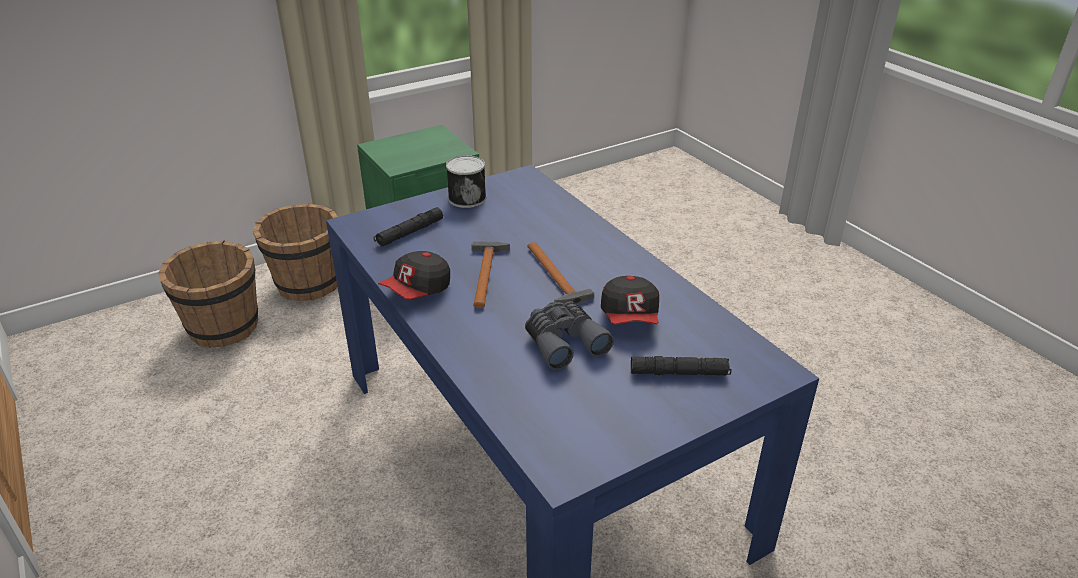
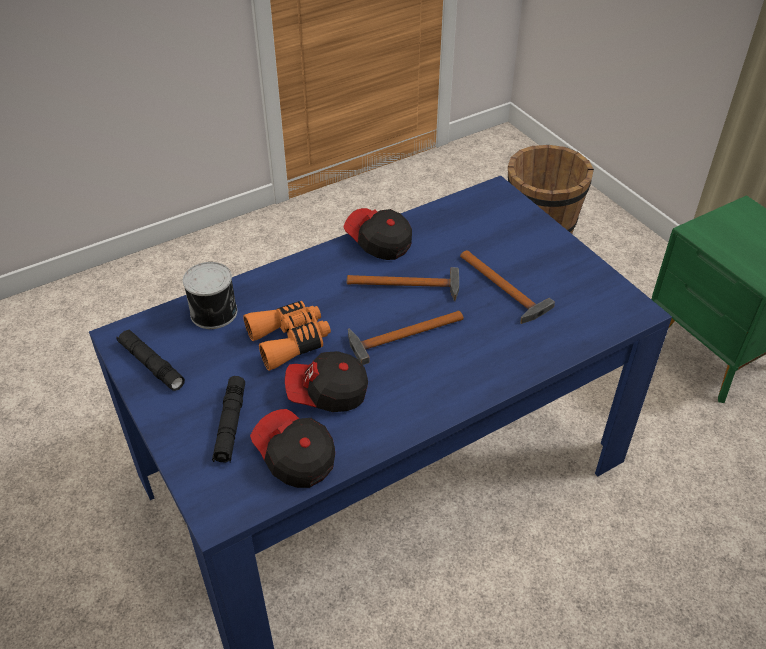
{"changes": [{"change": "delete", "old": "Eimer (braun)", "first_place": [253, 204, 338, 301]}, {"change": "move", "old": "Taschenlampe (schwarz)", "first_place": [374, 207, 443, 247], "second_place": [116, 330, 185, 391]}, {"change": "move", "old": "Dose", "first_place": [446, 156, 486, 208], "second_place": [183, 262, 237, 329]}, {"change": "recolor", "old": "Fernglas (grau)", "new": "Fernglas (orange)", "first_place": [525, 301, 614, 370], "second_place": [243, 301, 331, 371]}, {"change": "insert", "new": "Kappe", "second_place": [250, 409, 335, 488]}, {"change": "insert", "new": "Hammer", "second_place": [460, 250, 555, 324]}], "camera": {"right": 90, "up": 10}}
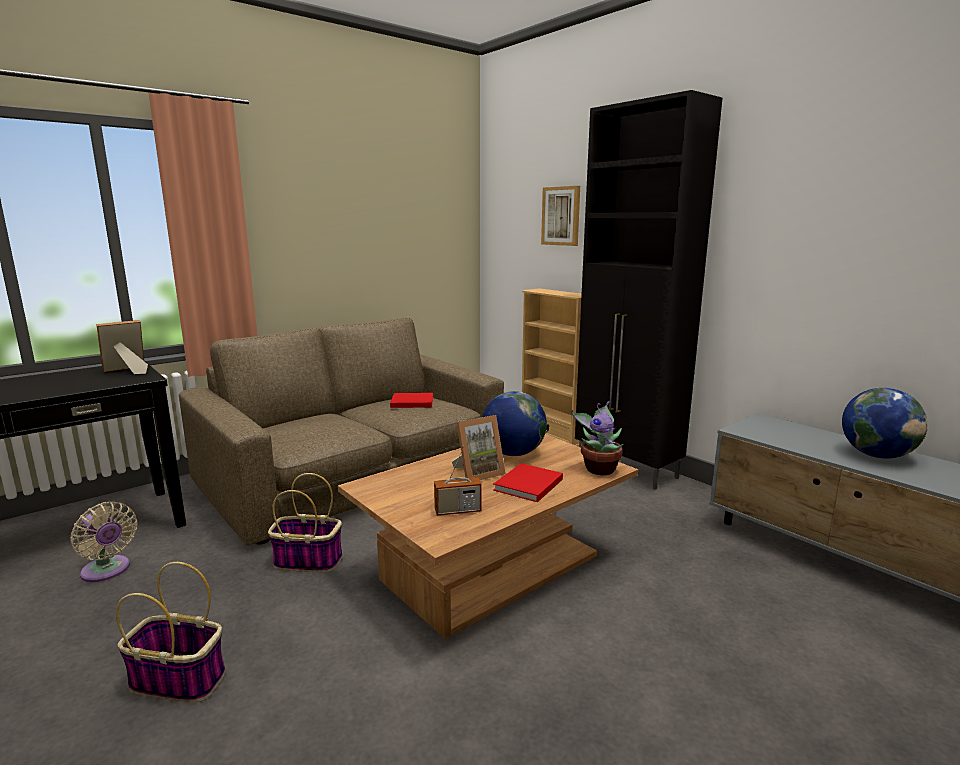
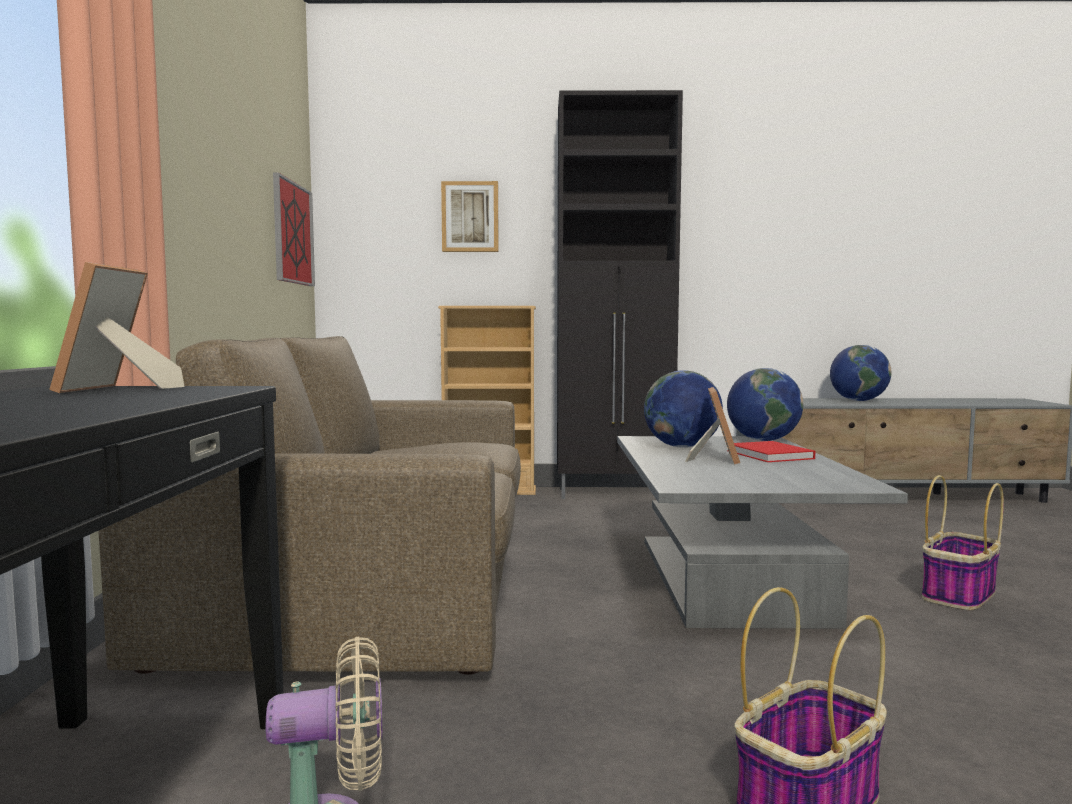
{"changes": [{"change": "move", "old": "Korb", "first_place": [268, 473, 342, 572], "second_place": [922, 475, 1004, 610]}, {"change": "recolor", "old": "Couchtisch (braun)", "new": "Couchtisch (grau)", "first_place": [338, 434, 638, 639], "second_place": [617, 436, 908, 629]}, {"change": "delete", "old": "Buch (rot)", "first_place": [390, 393, 433, 408]}, {"change": "delete", "old": "Radio", "first_place": [434, 445, 481, 516]}, {"change": "replace", "old": "Topfpflanze", "new": "Globus", "first_place": [571, 401, 623, 475], "second_place": [727, 368, 803, 441]}, {"change": "insert", "new": "Bild", "second_place": [273, 172, 315, 286]}], "camera": {"right": -50, "up": -10}}
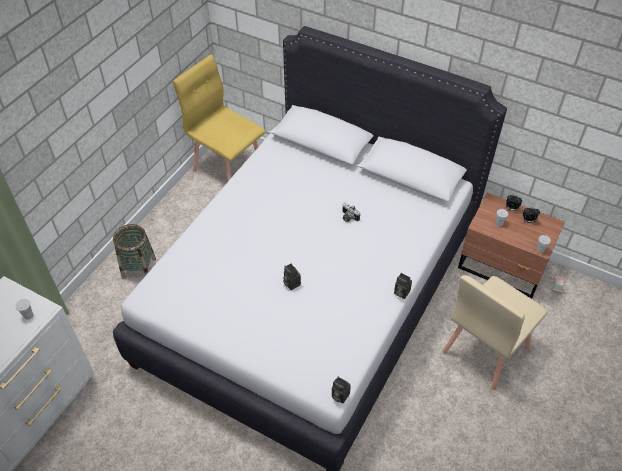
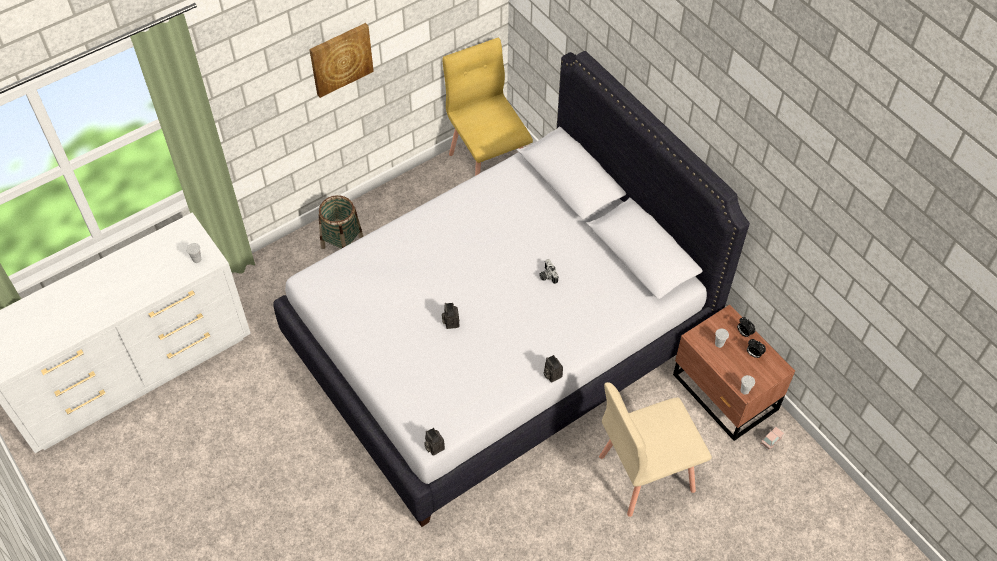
{"changes": [{"change": "insert", "new": "Bild", "second_place": [309, 23, 374, 98]}], "camera": {"right": 25, "up": 5}}
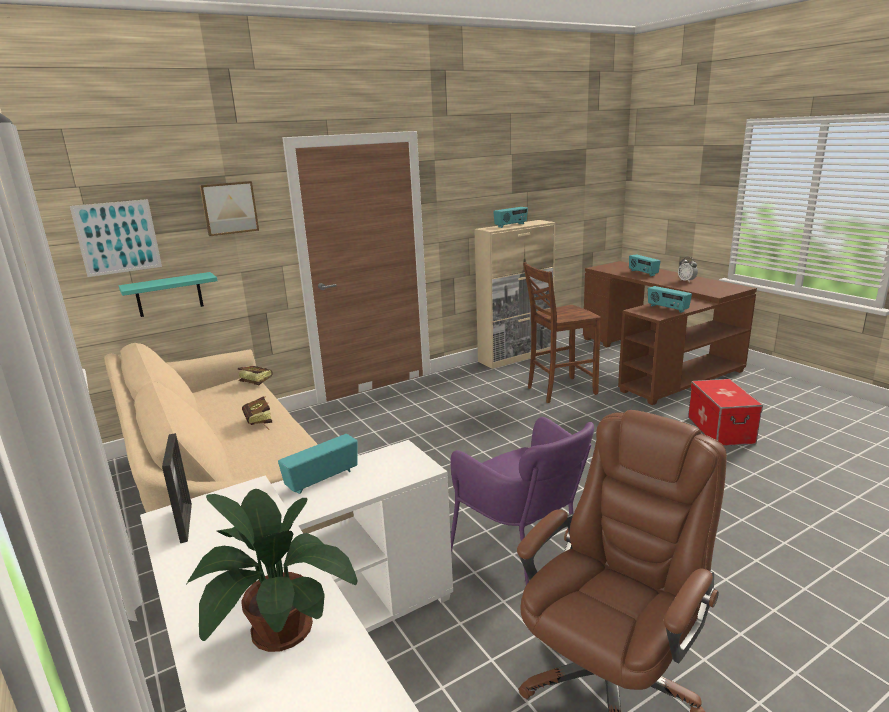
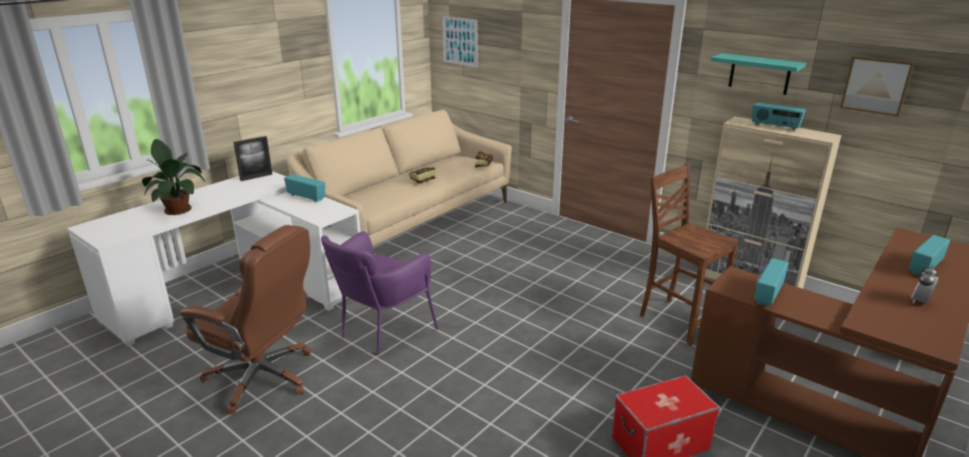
{"changes": [{"change": "move", "old": "Wandregal (türkis)", "first_place": [119, 272, 218, 317], "second_place": [711, 53, 806, 95]}, {"change": "move", "old": "Bild", "first_place": [199, 181, 259, 236], "second_place": [840, 56, 914, 117]}], "camera": {"right": 70, "up": 5}}
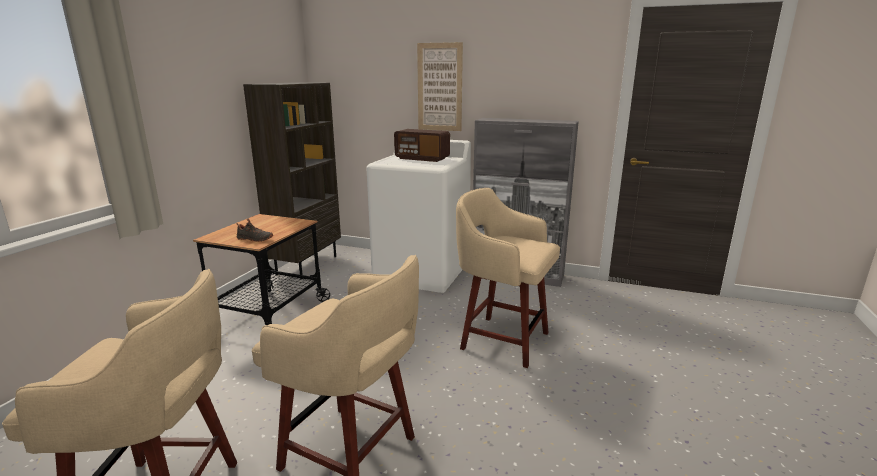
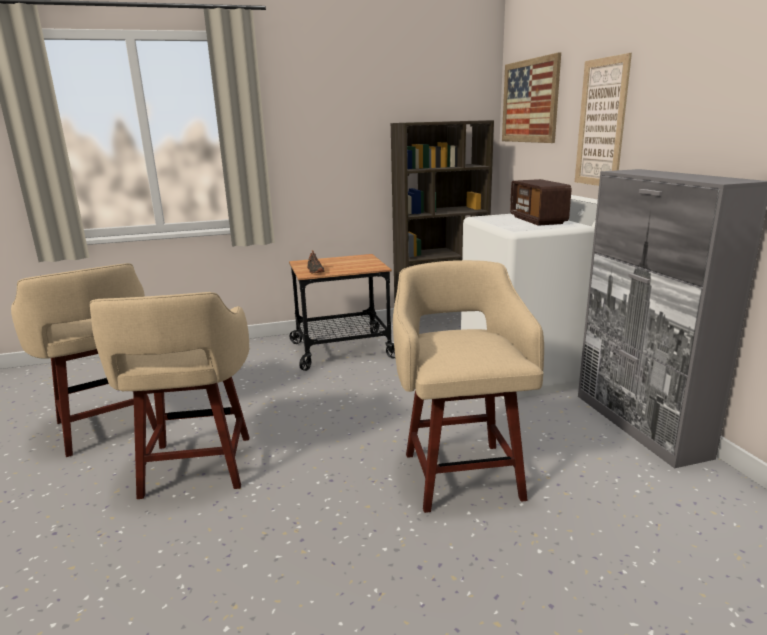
{"changes": [{"change": "insert", "new": "Bild", "second_place": [502, 53, 561, 143]}], "camera": {"right": 55, "up": 0}}
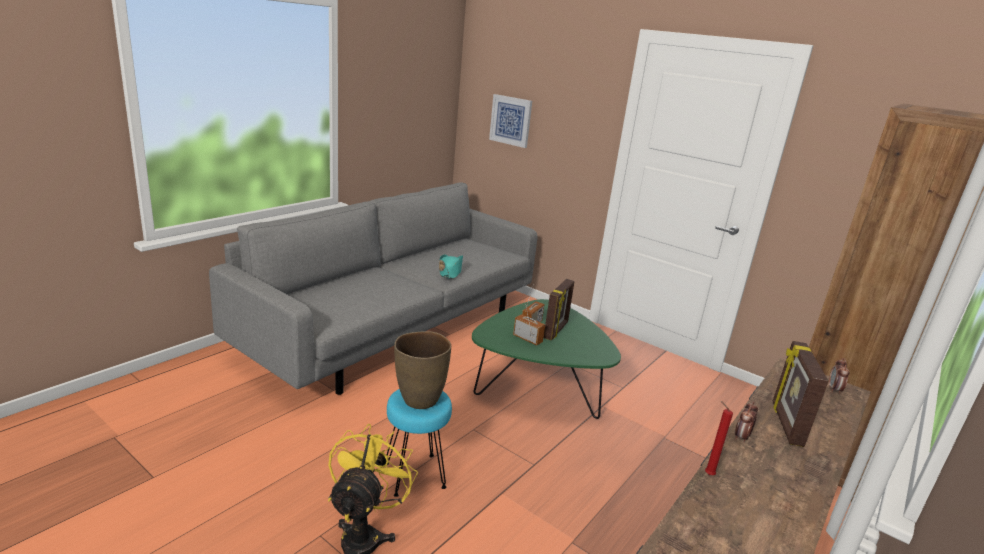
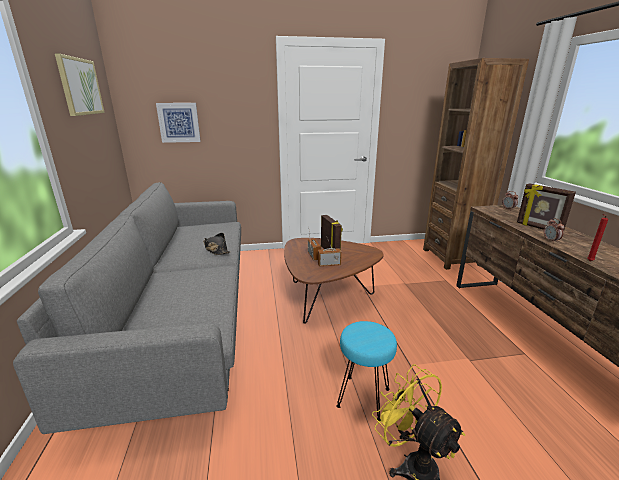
{"changes": [{"change": "delete", "old": "Vase (braun)", "first_place": [394, 331, 451, 409]}, {"change": "recolor", "old": "Hut (türkis)", "new": "Hut (schwarz)", "first_place": [439, 255, 463, 279], "second_place": [203, 233, 230, 255]}, {"change": "recolor", "old": "Couchtisch (grün)", "new": "Couchtisch (braun)", "first_place": [472, 299, 621, 419], "second_place": [284, 238, 384, 324]}, {"change": "insert", "new": "Bild", "second_place": [55, 53, 105, 116]}], "camera": {"right": -45, "up": 0}}
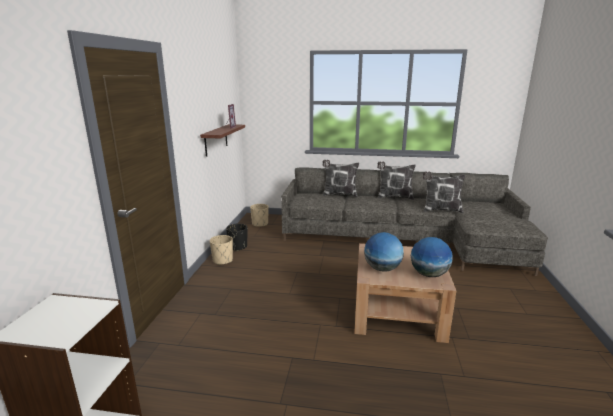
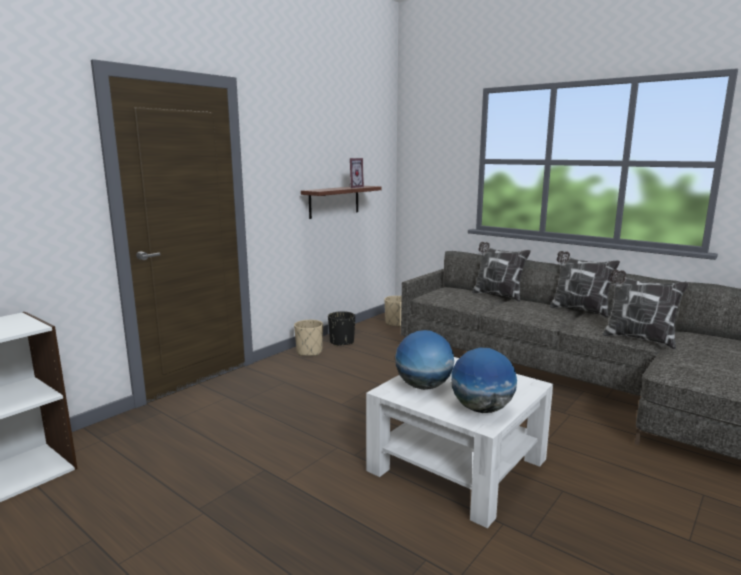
{"changes": [{"change": "recolor", "old": "Couchtisch (braun)", "new": "Couchtisch (weiß)", "first_place": [354, 243, 456, 343], "second_place": [366, 357, 553, 528]}], "camera": {"right": 30, "up": -5}}
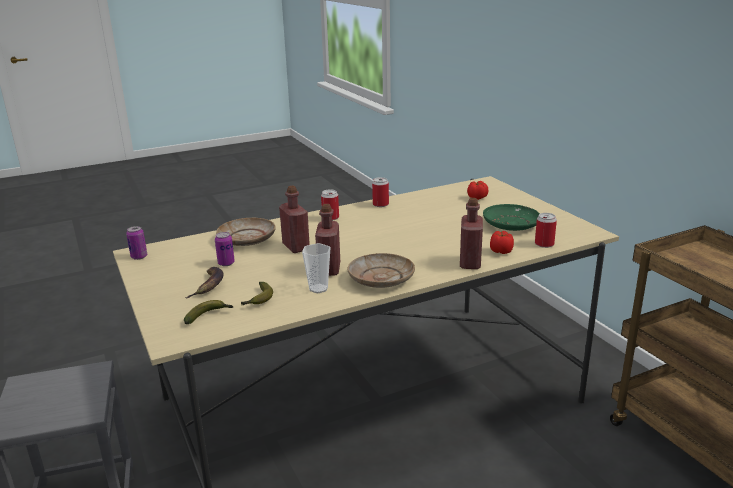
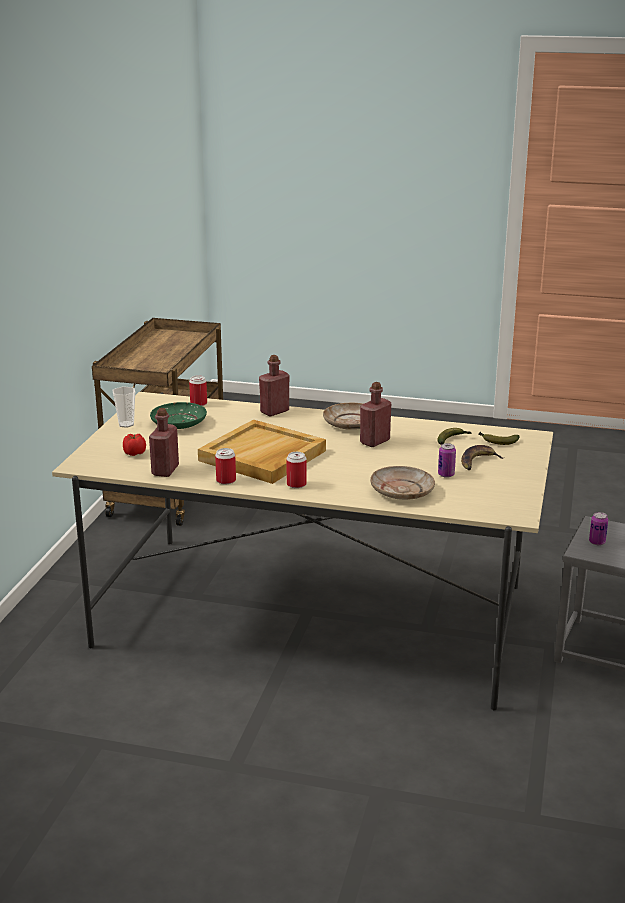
{"changes": [{"change": "move", "old": "Dose", "first_place": [126, 226, 147, 260], "second_place": [589, 512, 608, 545]}, {"change": "move", "old": "Flasche (rot)", "first_place": [279, 185, 310, 253], "second_place": [149, 408, 179, 477]}, {"change": "move", "old": "Tasse", "first_place": [302, 243, 331, 293], "second_place": [112, 386, 135, 428]}, {"change": "delete", "old": "Tomate", "first_place": [490, 231, 514, 254]}, {"change": "insert", "new": "Tablett (beige)", "second_place": [198, 419, 326, 484]}], "camera": {"right": -140, "up": 0}}
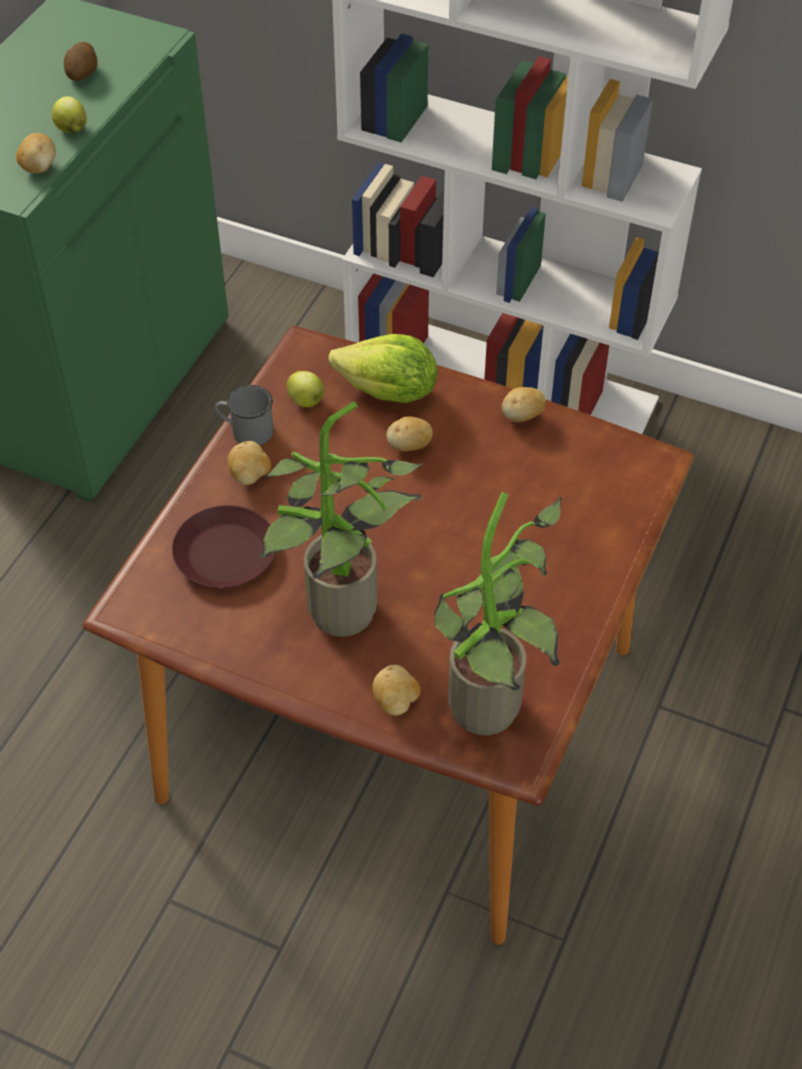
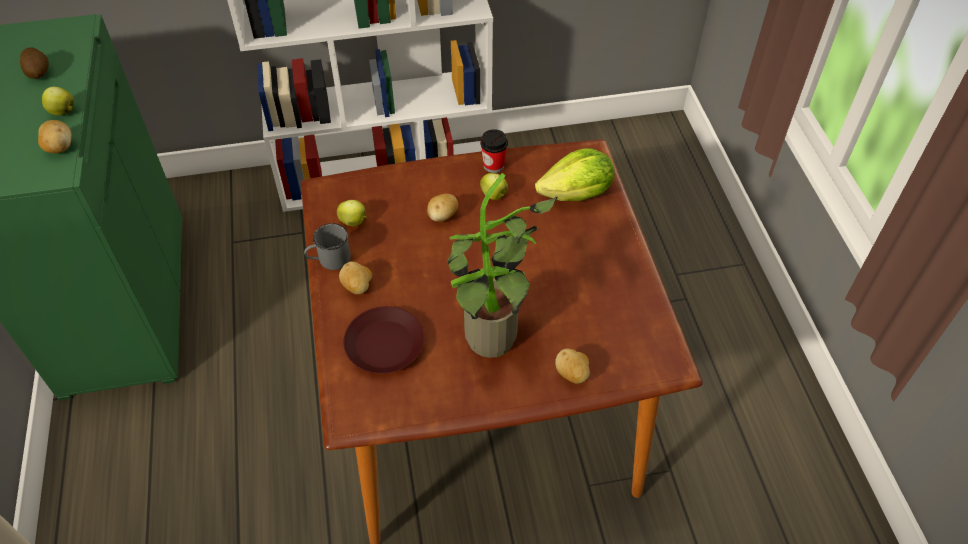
{"changes": [{"change": "move", "old": "Salatkopf", "first_place": [328, 334, 437, 403], "second_place": [535, 148, 615, 201]}, {"change": "delete", "old": "Topfpflanze", "first_place": [434, 492, 562, 735]}, {"change": "replace", "old": "Kartoffel", "new": "Tasse", "first_place": [502, 387, 546, 422], "second_place": [480, 129, 508, 173]}, {"change": "insert", "new": "Apfel", "second_place": [480, 173, 508, 200]}], "camera": {"right": -35, "up": 0}}
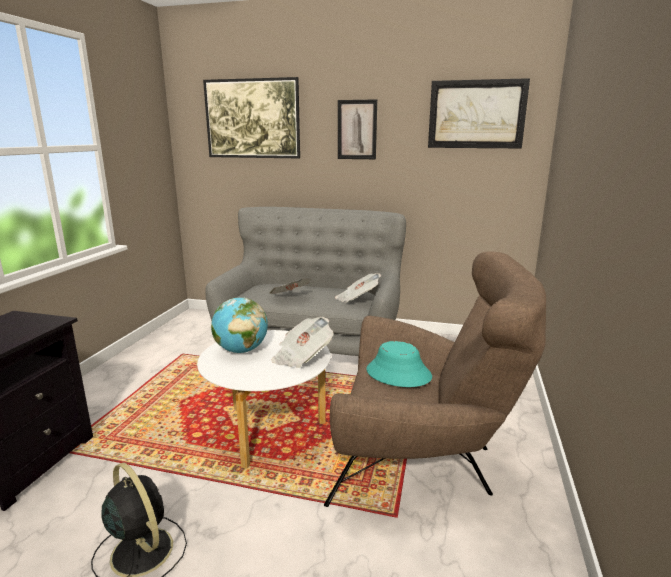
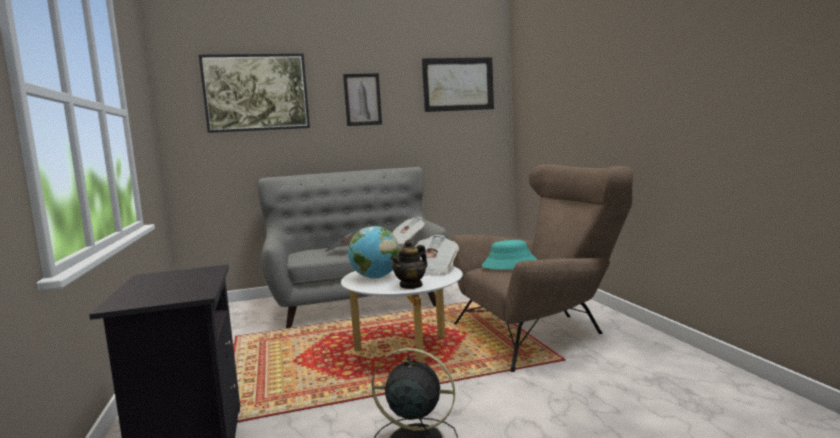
{"changes": [{"change": "insert", "new": "Teekanne", "second_place": [391, 240, 427, 289]}], "camera": {"right": -30, "up": -10}}
